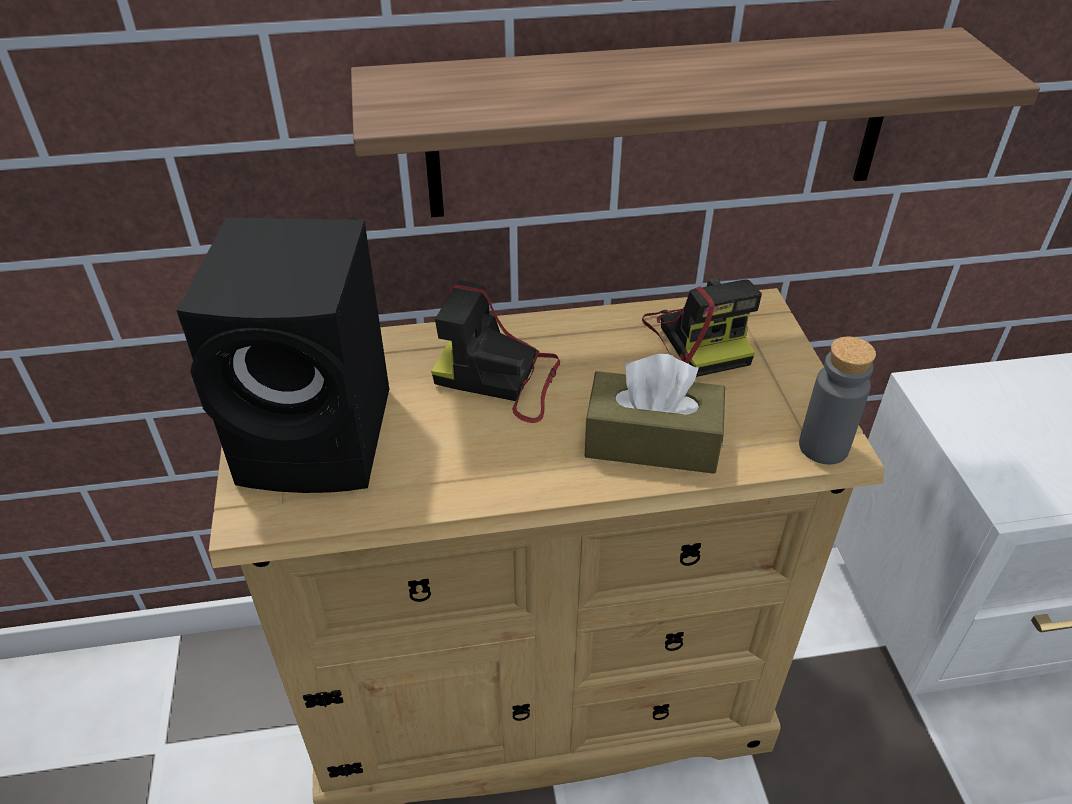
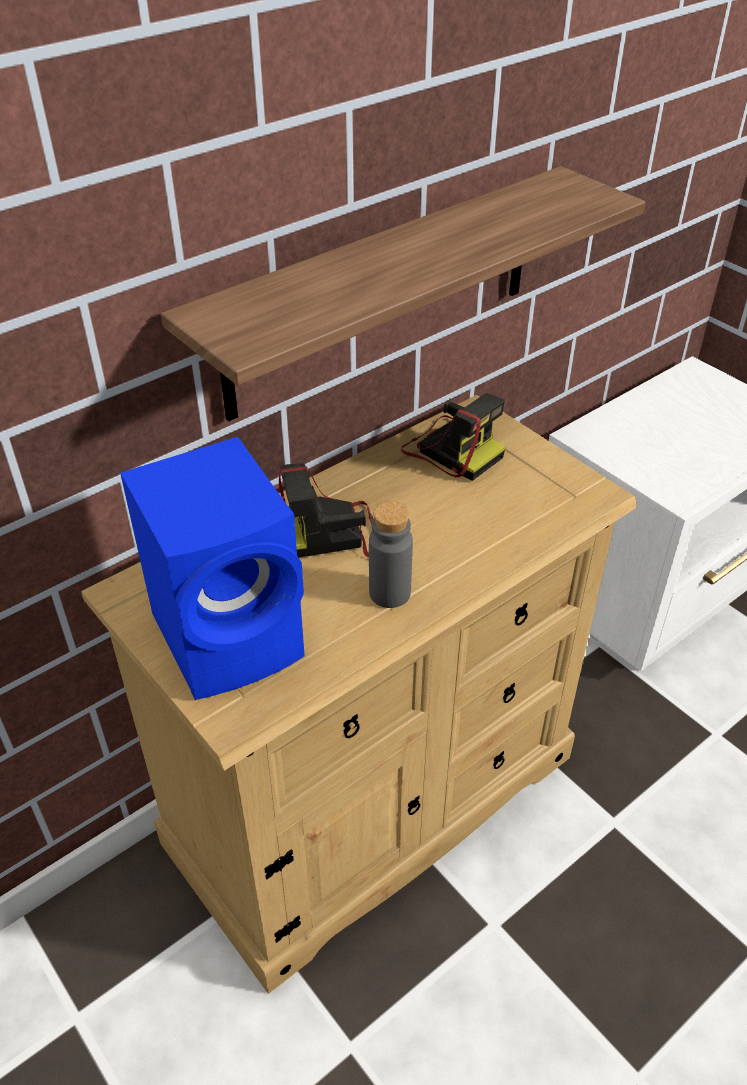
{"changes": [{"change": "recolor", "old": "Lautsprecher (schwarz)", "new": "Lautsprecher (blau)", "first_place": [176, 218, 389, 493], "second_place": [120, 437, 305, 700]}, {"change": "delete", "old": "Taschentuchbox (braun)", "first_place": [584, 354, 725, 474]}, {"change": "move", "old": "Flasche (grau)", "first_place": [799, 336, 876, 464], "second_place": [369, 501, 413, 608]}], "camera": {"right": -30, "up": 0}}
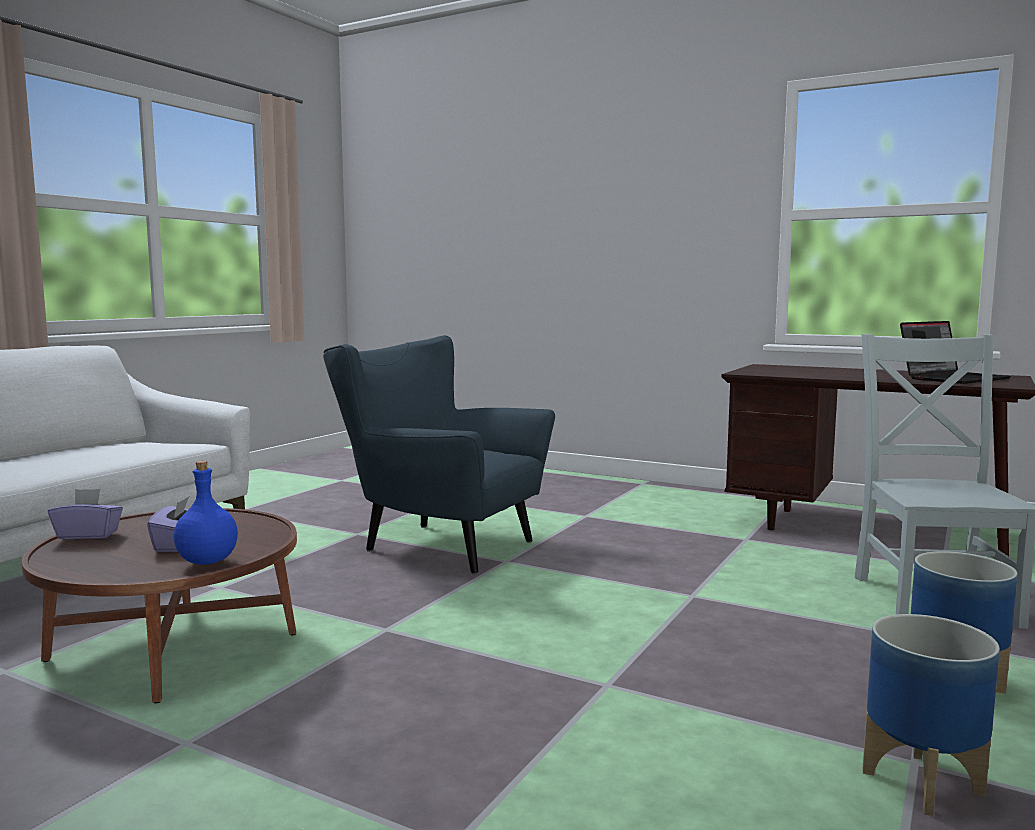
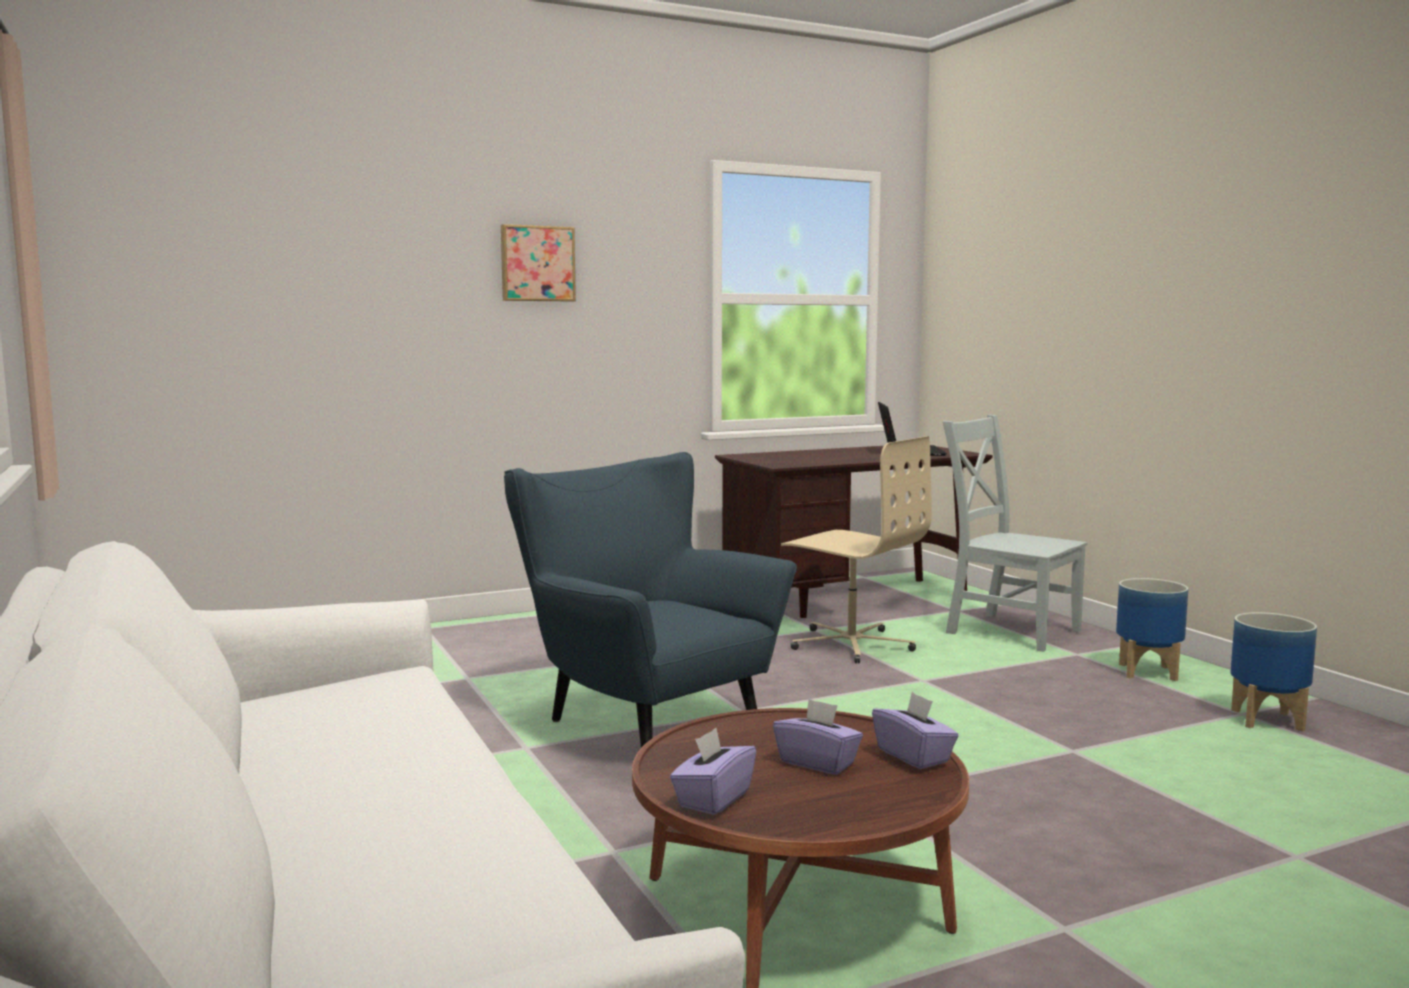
{"changes": [{"change": "replace", "old": "Flasche (blau)", "new": "Taschentuchbox (lila)", "first_place": [174, 461, 238, 565], "second_place": [872, 692, 959, 769]}, {"change": "rotate", "old": "Sessel (blau)", "first_place": [323, 335, 555, 574], "second_place": [504, 452, 797, 748], "degrees": 75}, {"change": "insert", "new": "Bild", "second_place": [501, 224, 576, 302]}, {"change": "insert", "new": "Bürostuhl (beige)", "second_place": [781, 436, 932, 663]}], "camera": {"right": -55, "up": 0}}
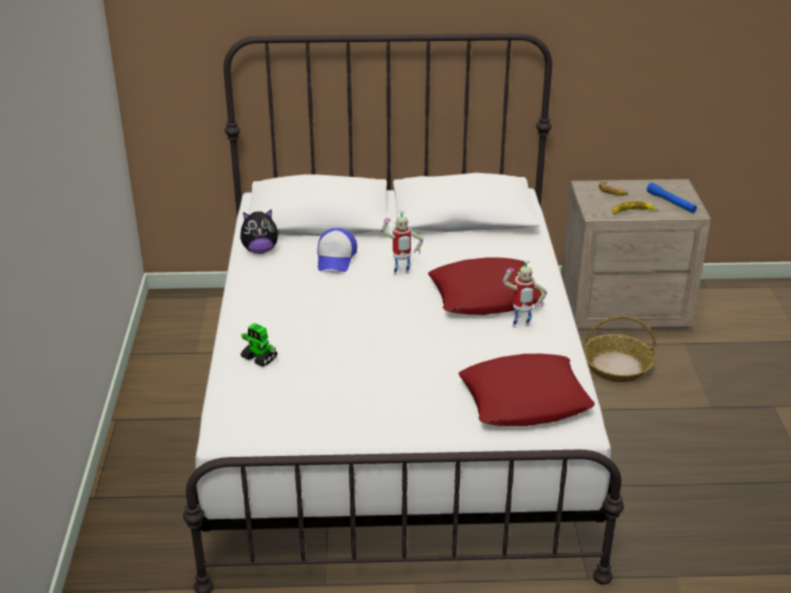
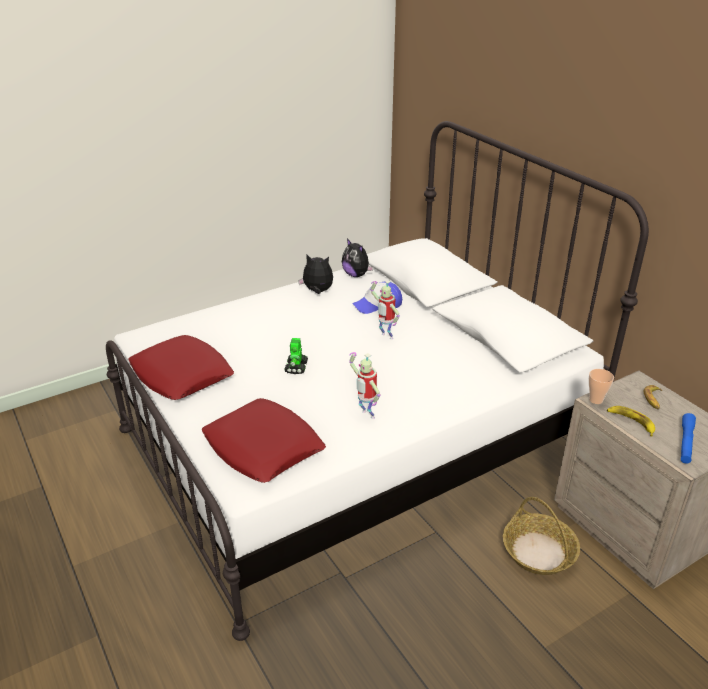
{"changes": [{"change": "move", "old": "Spielzeugroboter", "first_place": [241, 323, 277, 367], "second_place": [284, 338, 308, 374]}, {"change": "move", "old": "Kissen (rot)", "first_place": [428, 257, 545, 315], "second_place": [128, 335, 234, 400]}, {"change": "insert", "new": "Plüschtier", "second_place": [298, 255, 333, 294]}, {"change": "insert", "new": "Tasse", "second_place": [589, 369, 614, 404]}], "camera": {"right": 60, "up": 0}}
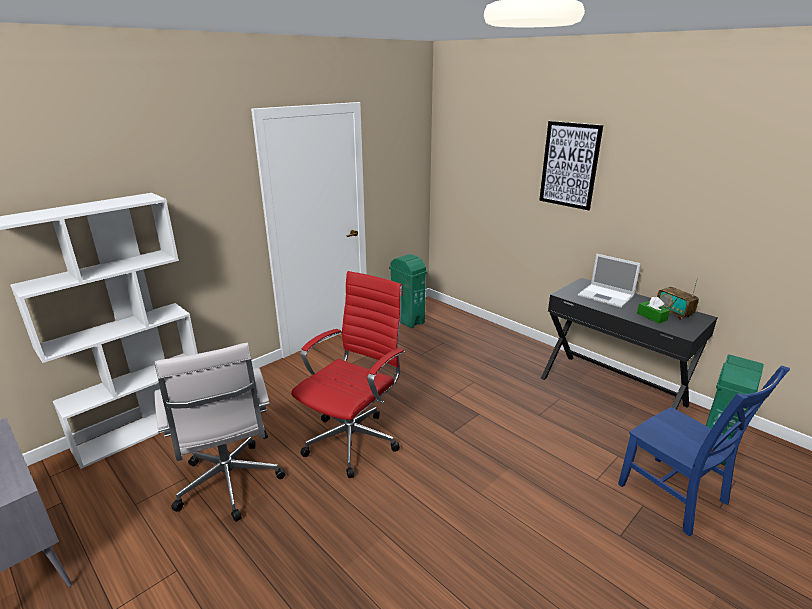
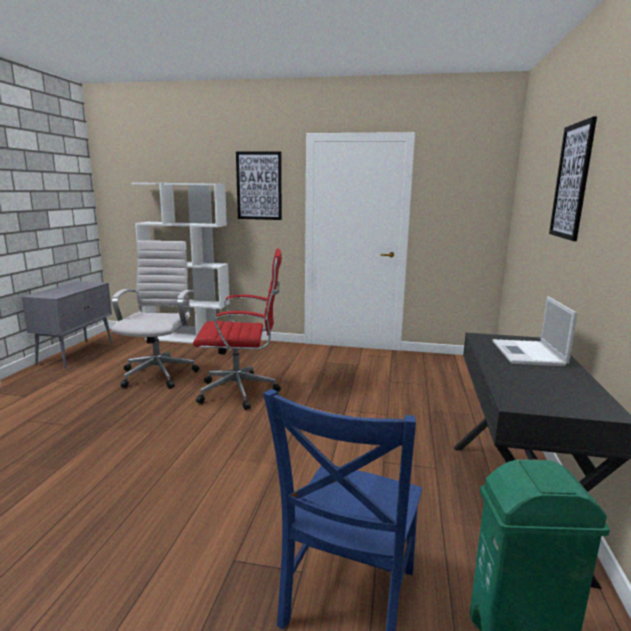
{"changes": [{"change": "rotate", "old": "Bürostuhl (weiß)", "first_place": [155, 343, 286, 522], "second_place": [112, 240, 200, 389], "degrees": 150}, {"change": "delete", "old": "Mülleimer (grün)", "first_place": [389, 254, 427, 328]}, {"change": "delete", "old": "Taschentuchbox (grün)", "first_place": [637, 297, 670, 323]}, {"change": "delete", "old": "Radio", "first_place": [657, 278, 699, 320]}, {"change": "insert", "new": "Bild", "second_place": [236, 151, 282, 220]}], "camera": {"right": 55, "up": -10}}
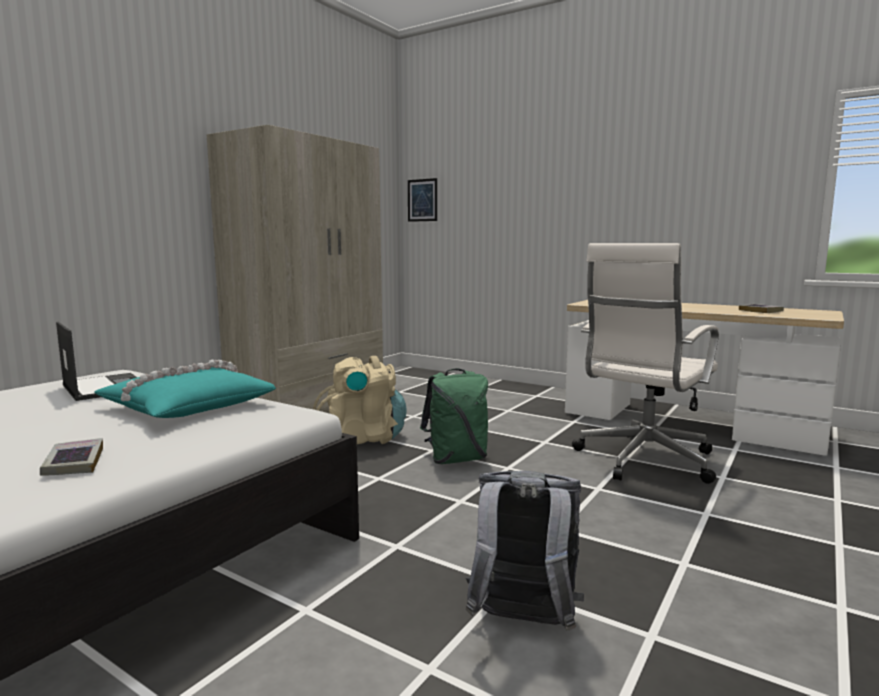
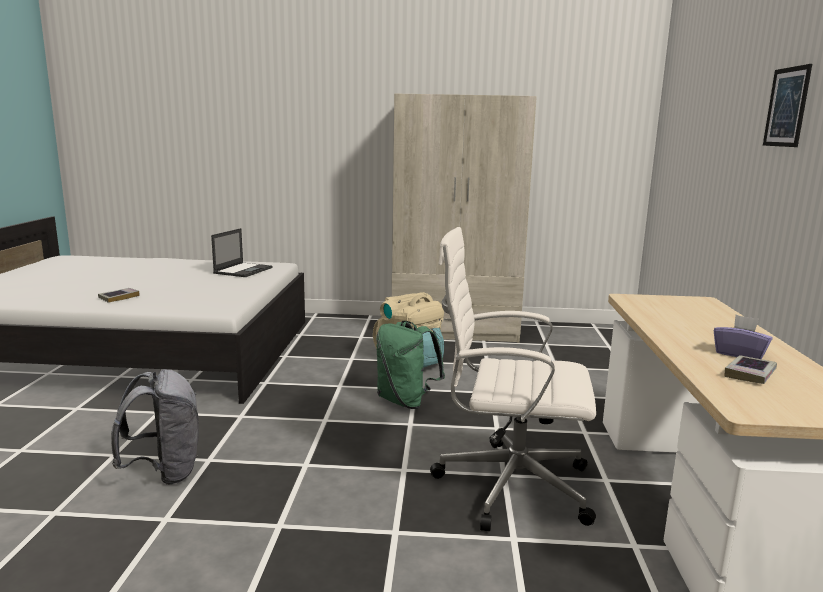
{"changes": [{"change": "delete", "old": "Kissen (türkis)", "first_place": [95, 360, 276, 418]}, {"change": "move", "old": "Bild", "first_place": [408, 178, 437, 222], "second_place": [763, 64, 812, 147]}, {"change": "insert", "new": "Taschentuchbox (lila)", "second_place": [714, 315, 773, 359]}], "camera": {"right": 60, "up": 5}}
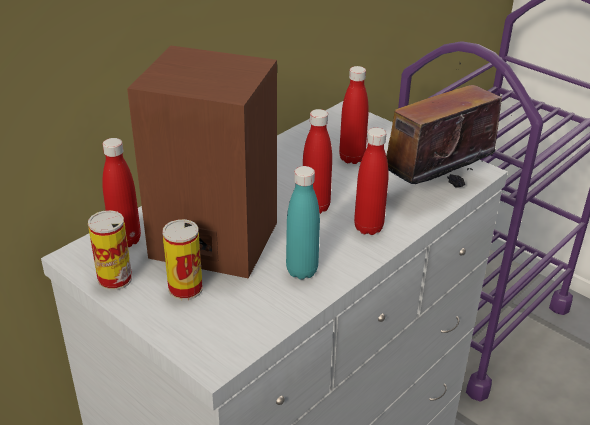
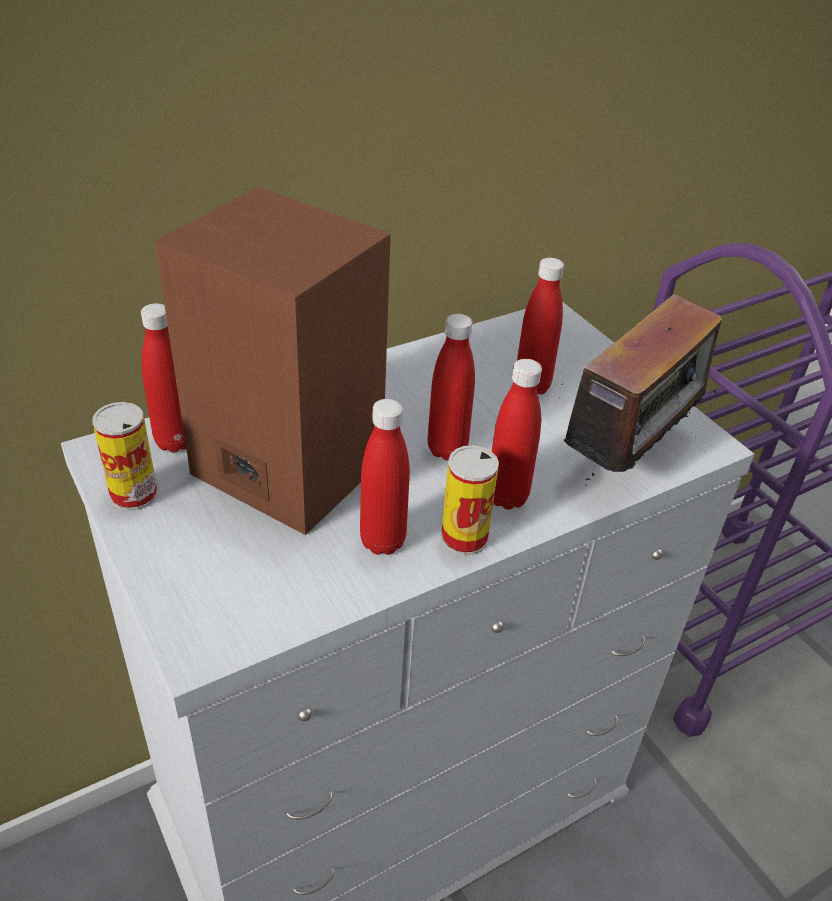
{"changes": [{"change": "move", "old": "Dose", "first_place": [162, 219, 203, 300], "second_place": [441, 445, 499, 555]}, {"change": "recolor", "old": "Flasche (türkis)", "new": "Flasche (rot)", "first_place": [286, 166, 320, 279], "second_place": [360, 399, 410, 555]}, {"change": "rotate", "old": "Radio", "first_place": [386, 63, 502, 188], "second_place": [557, 294, 722, 480], "degrees": 150}], "camera": {"right": 15, "up": 5}}
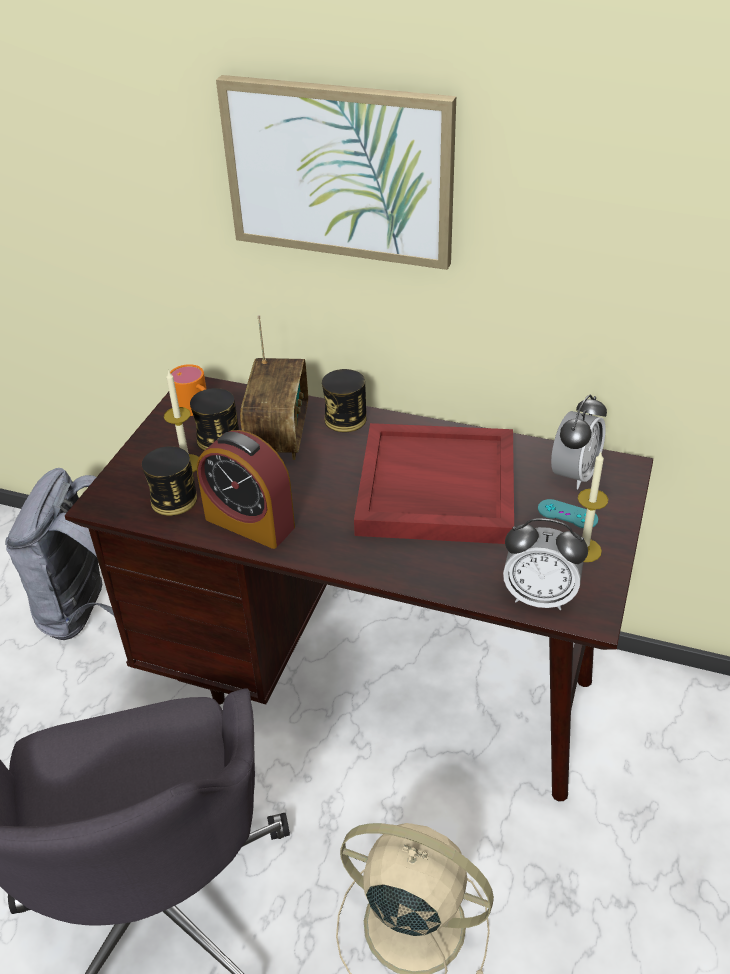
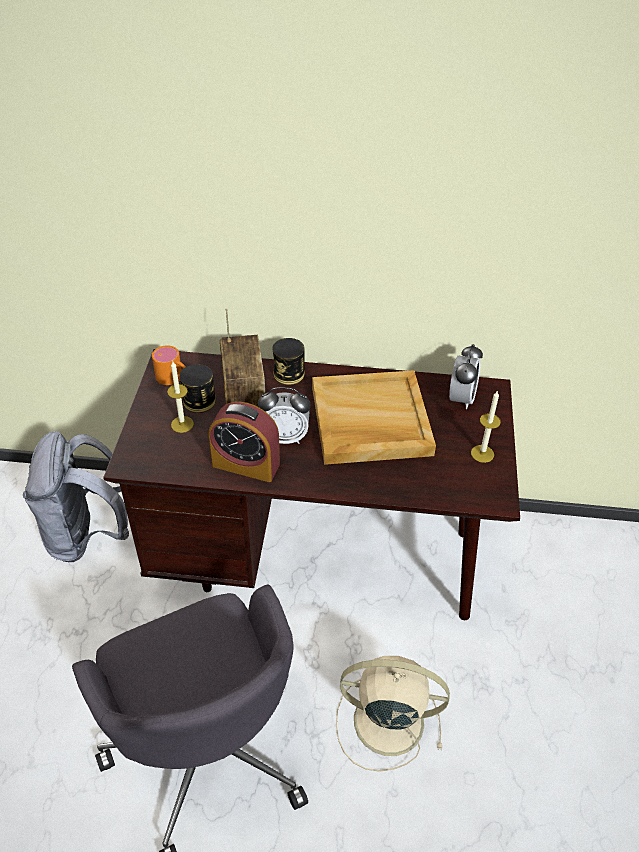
{"changes": [{"change": "delete", "old": "Dose", "first_place": [142, 446, 197, 516]}, {"change": "delete", "old": "Bild", "first_place": [216, 75, 456, 270]}, {"change": "recolor", "old": "Tablett (rot)", "new": "Tablett (beige)", "first_place": [354, 423, 514, 544], "second_place": [312, 370, 436, 465]}, {"change": "move", "old": "Wecker", "first_place": [503, 519, 588, 610], "second_place": [258, 387, 311, 444]}, {"change": "delete", "old": "Gamepad (türkis)", "first_place": [538, 499, 598, 528]}], "camera": {"right": -15, "up": 5}}
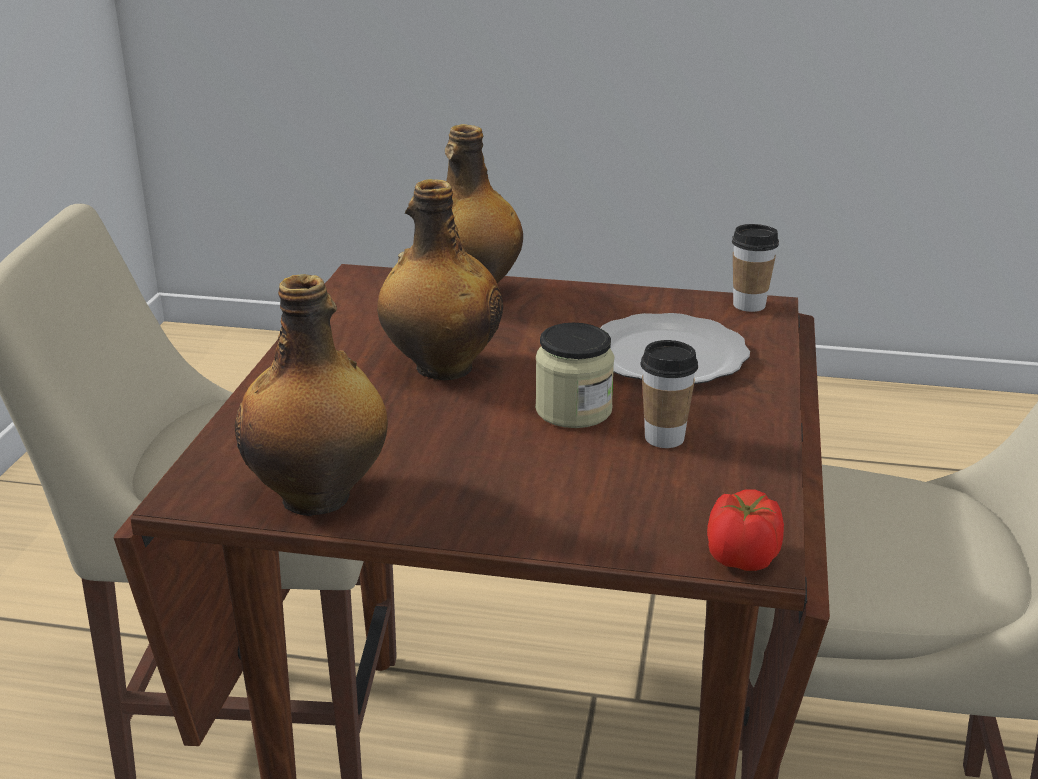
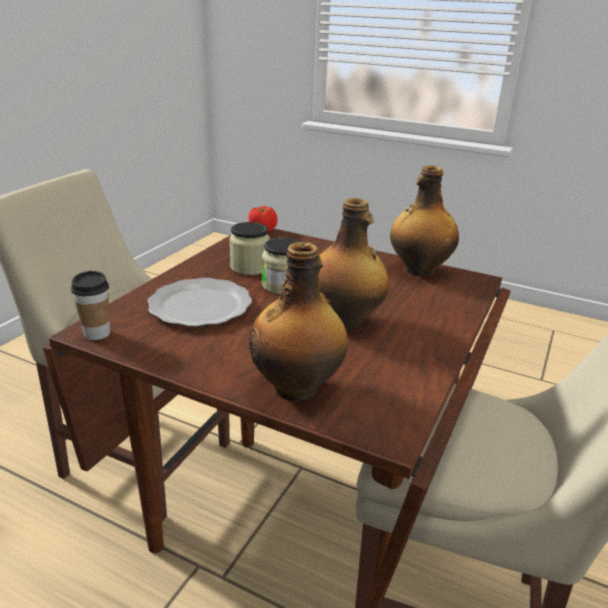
{"changes": [{"change": "replace", "old": "Tasse", "new": "Vorratsglas", "first_place": [640, 340, 698, 448], "second_place": [229, 222, 270, 275]}], "camera": {"right": -165, "up": 0}}
